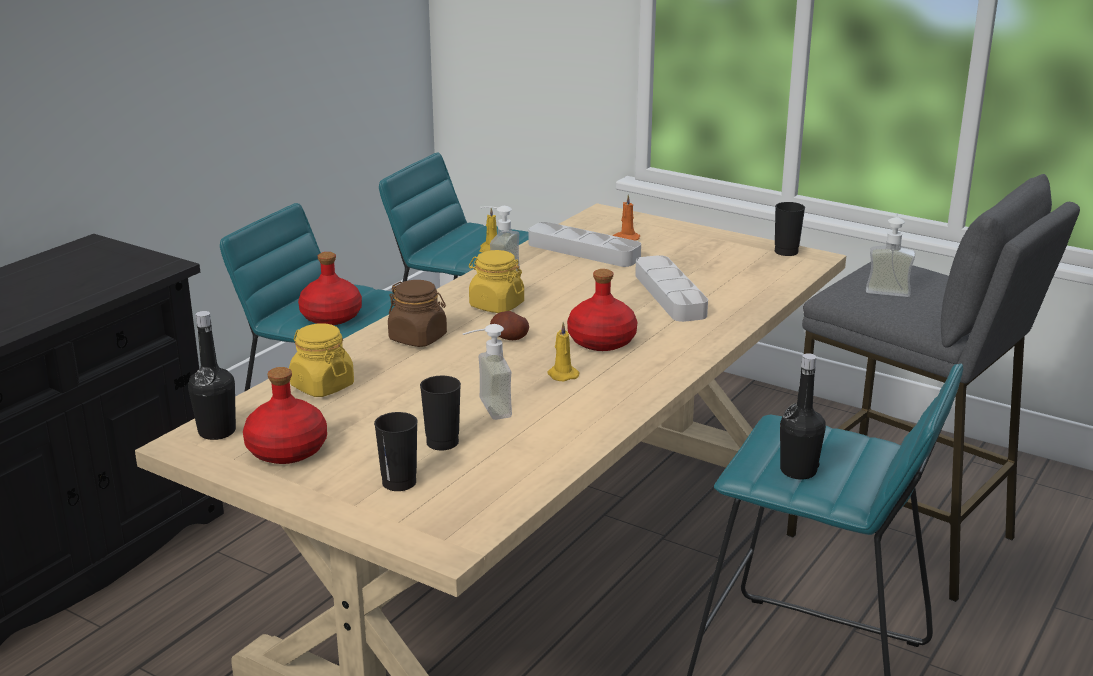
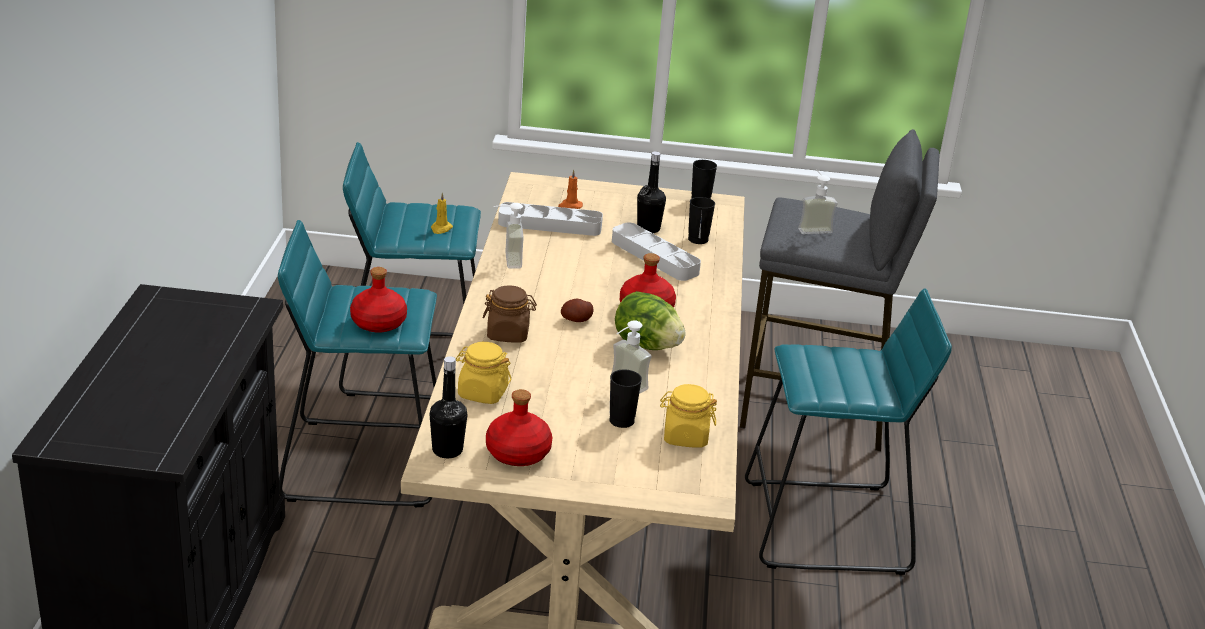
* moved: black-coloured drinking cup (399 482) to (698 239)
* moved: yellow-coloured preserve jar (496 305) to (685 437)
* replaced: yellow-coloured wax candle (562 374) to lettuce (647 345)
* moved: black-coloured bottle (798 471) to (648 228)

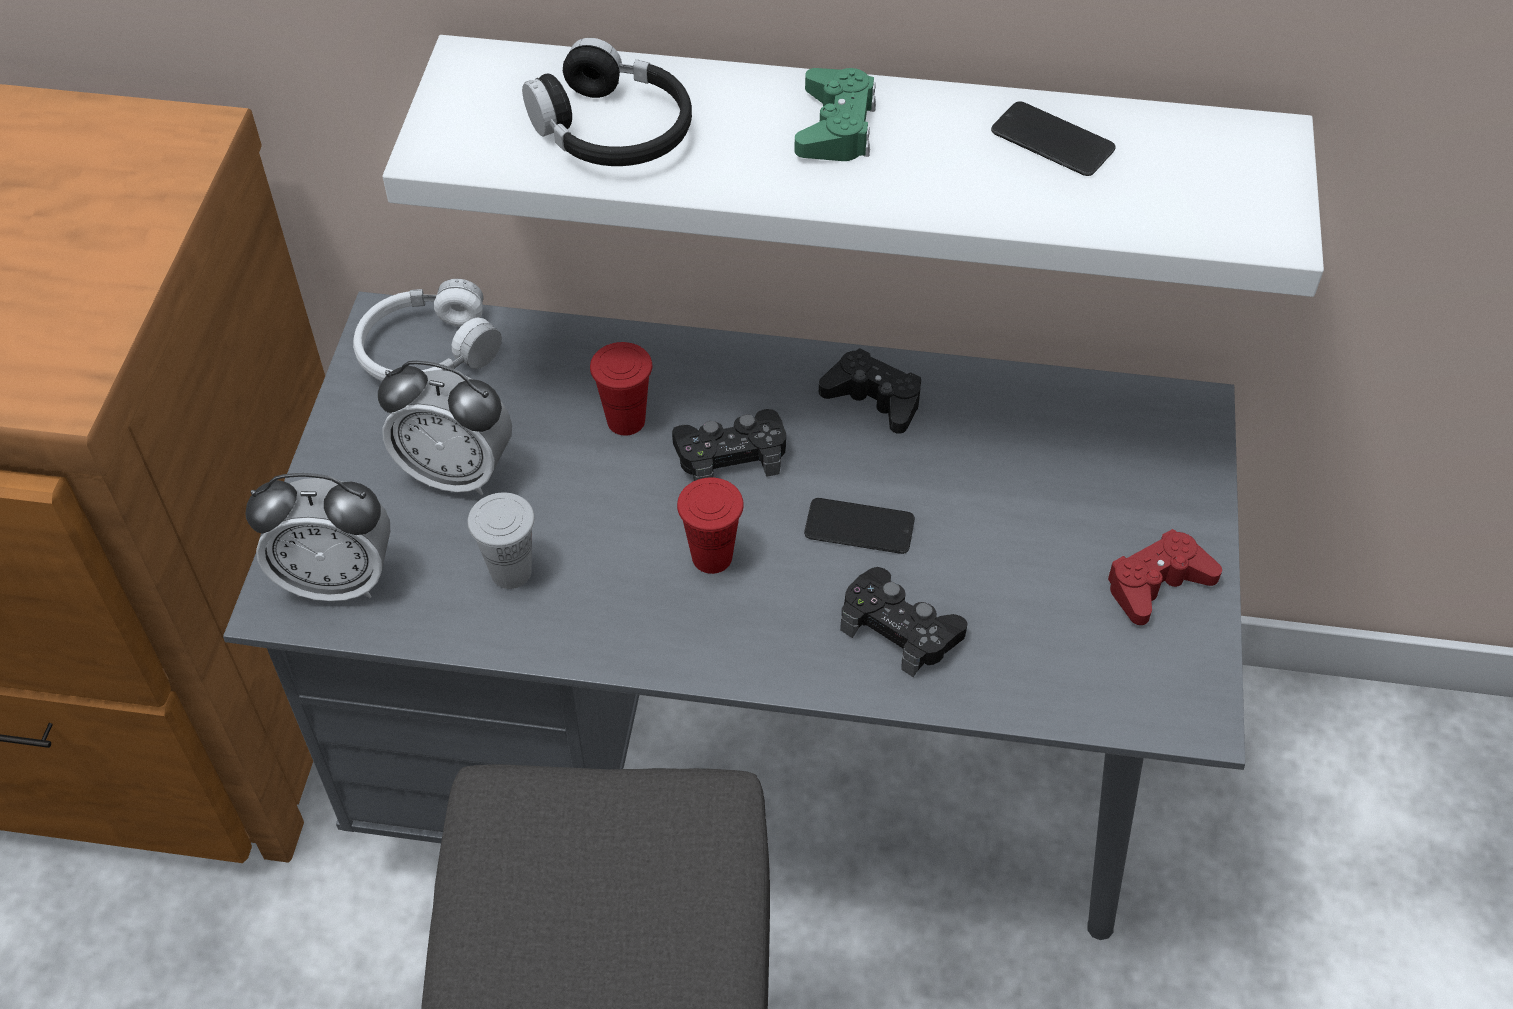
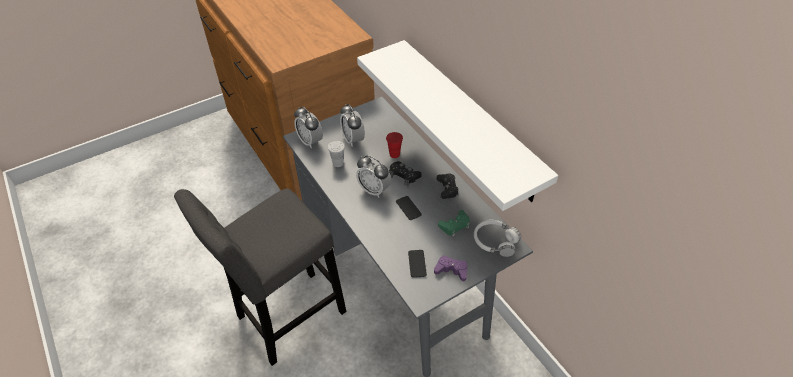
* moved: whitish headset (428 351) to (495 241)
* removed: black-coloured headset (612 130)
* replaced: reddish drinking cup (712 557) to table clock (374 190)
* moved: greenish game controller (836 127) to (455 225)
* removed: black-coloured game controller (900 628)
* moved: telephone (1052 141) to (417 264)
* recoloured: reddish game controller (1157 584) to purple-coloured game controller (451 270)

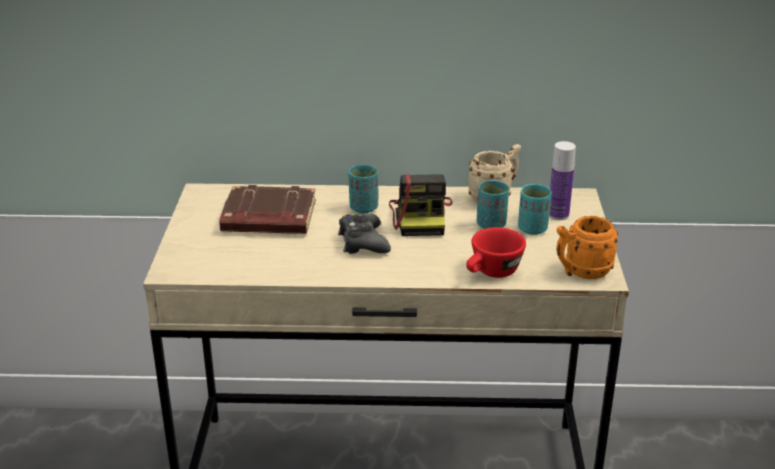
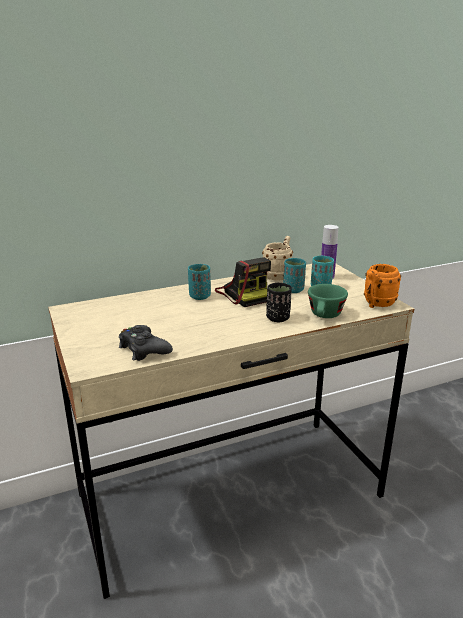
* removed: brownish bound book (267 219)
* moved: black-coloured game controller (363 242) to (143 349)
* recoloured: reddish drinking cup (492 273) to greenish drinking cup (325 316)
* added: black-coloured drinking cup (278 318)

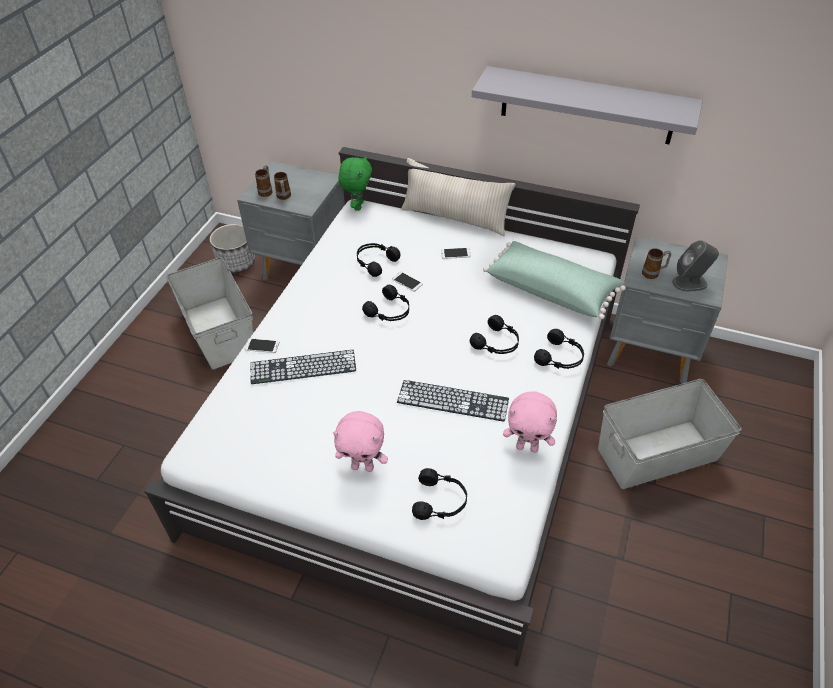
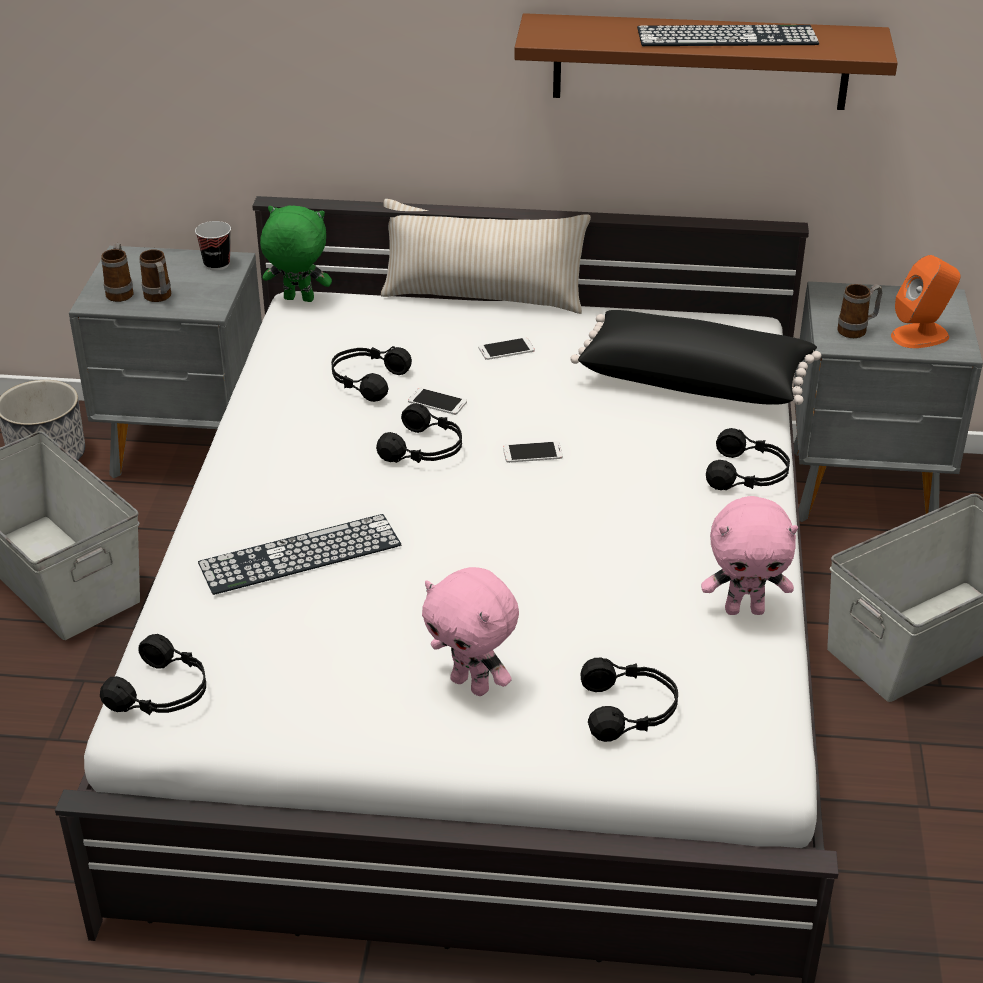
* moved: telephone (262 346) to (532 452)
* turned: pink soft toy (363 466) = (472 684) 45 degrees clockwise
* turned: greenish soft toy (357 206) = (298 300) 75 degrees counterclockwise
* moved: PC keyboard (453 400) to (727 36)
* moved: black-coloured headset (497 343) to (163 693)
* recoloured: gray shelf (587 105) to brownish shelf (700 62)
* recoloured: greenish throw pillow (552 289) to black-coloured throw pillow (694 380)
* recoloured: gray audio speaker (690 283) to orangey audio speaker (920 335)
* added: drinking cup (217 264)

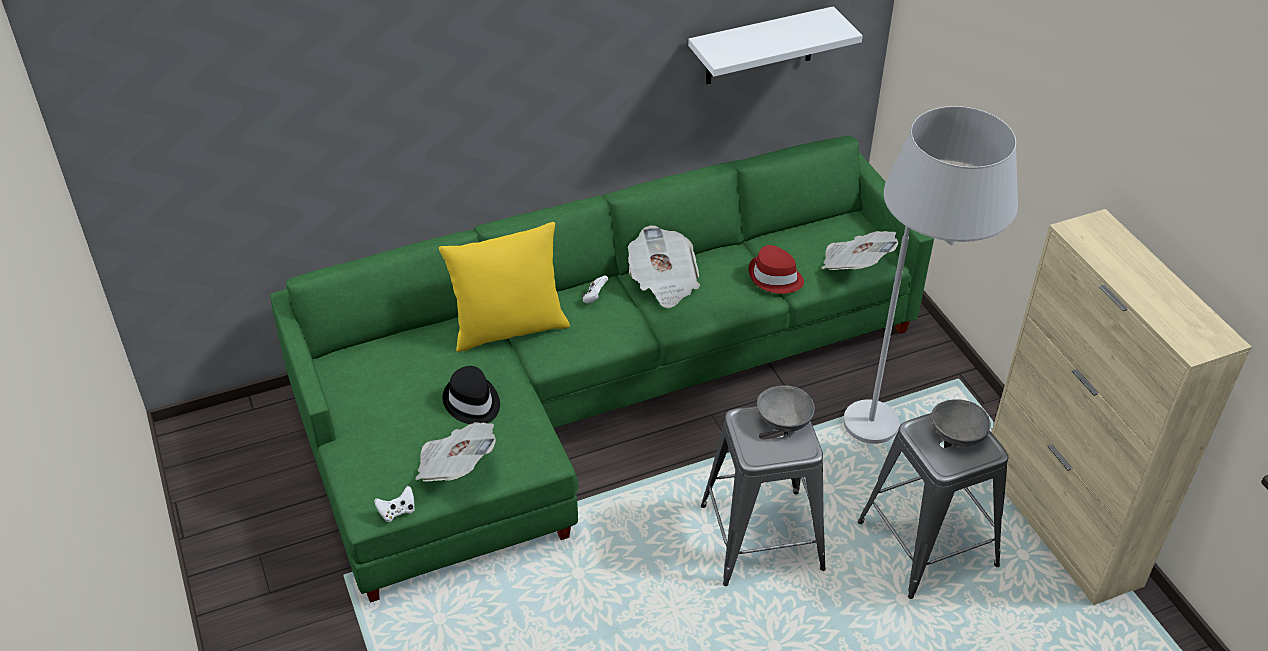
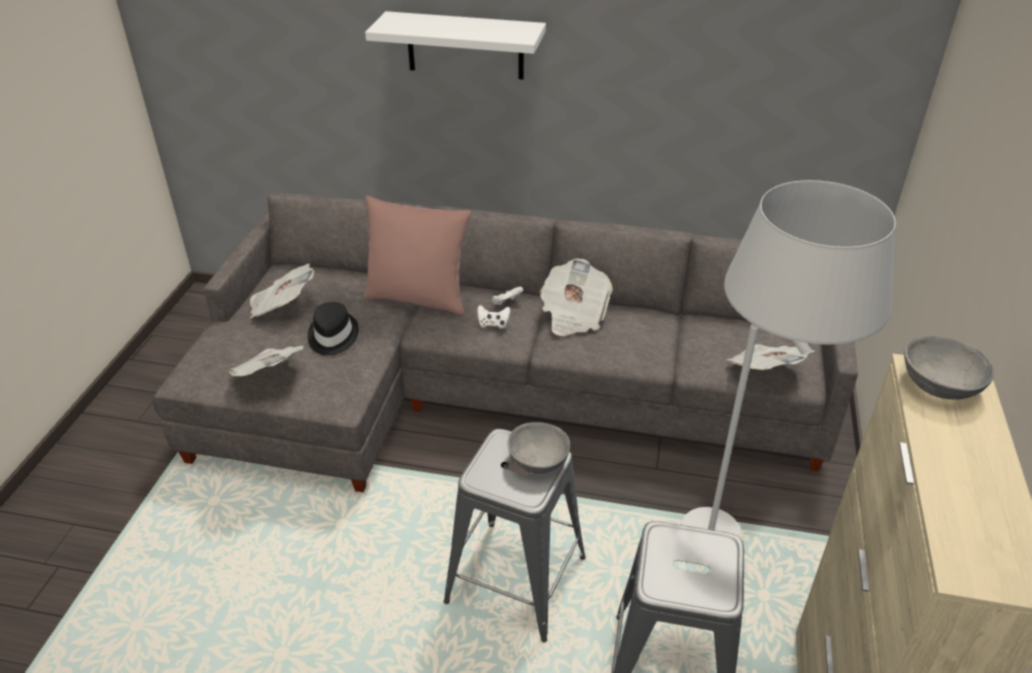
* recoloured: greenish settee (586 389) to gray settee (488 389)
* moved: whitish game controller (397 511) to (493 324)
* recoloured: yellow-coloured throw pillow (509 328) to pink throw pillow (418 298)
* moved: whitish shelf (760 46) to (465 46)
* removed: reddish wearable hat (775 278)
* moved: gray bowl (957 434) to (939 385)
* added: printed paper (282 306)

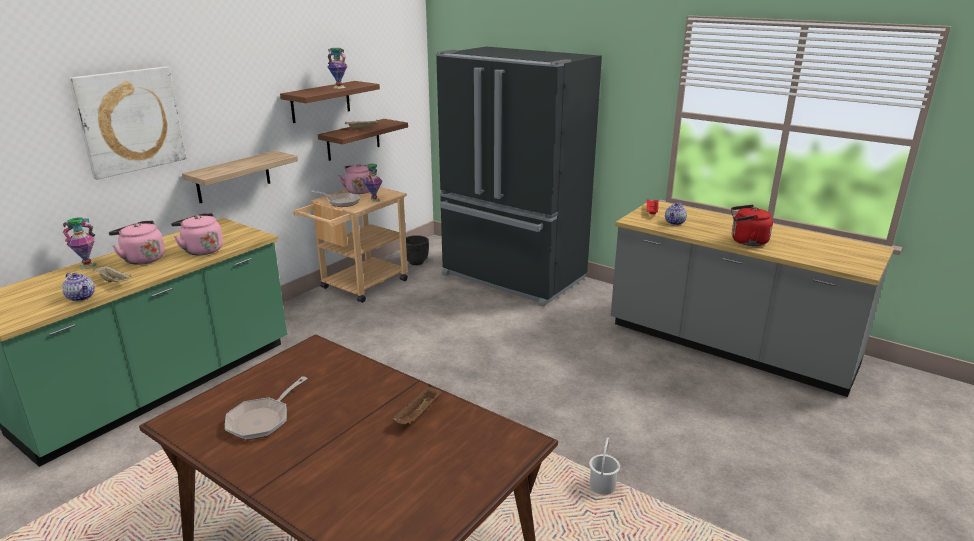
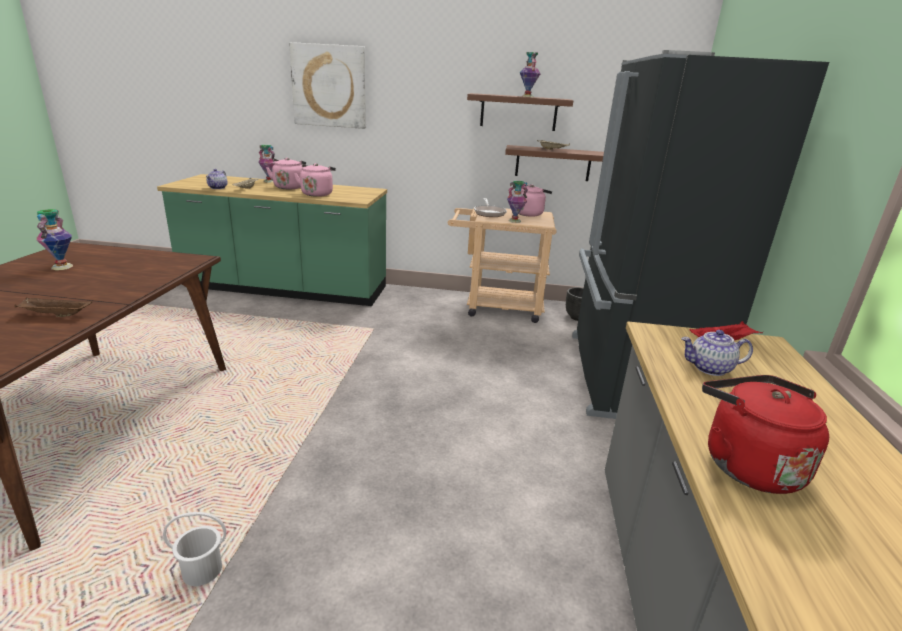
* removed: shelf (233 177)
* replaced: pan (262 420) to decorative vase (62 267)

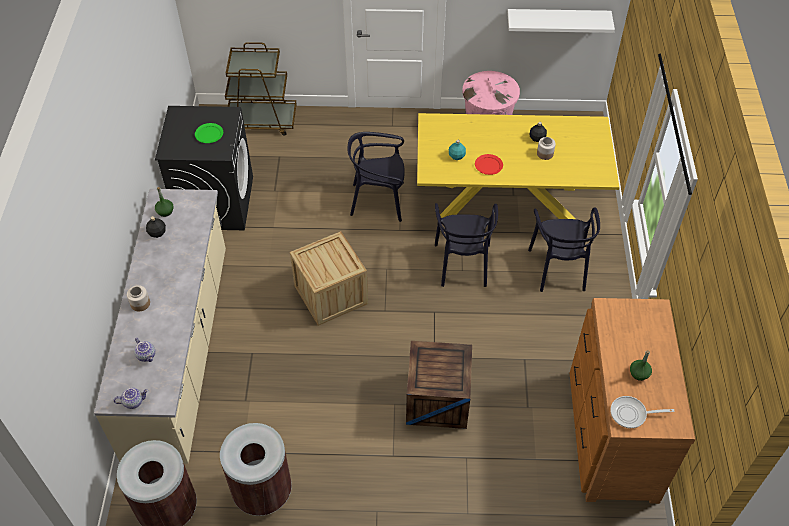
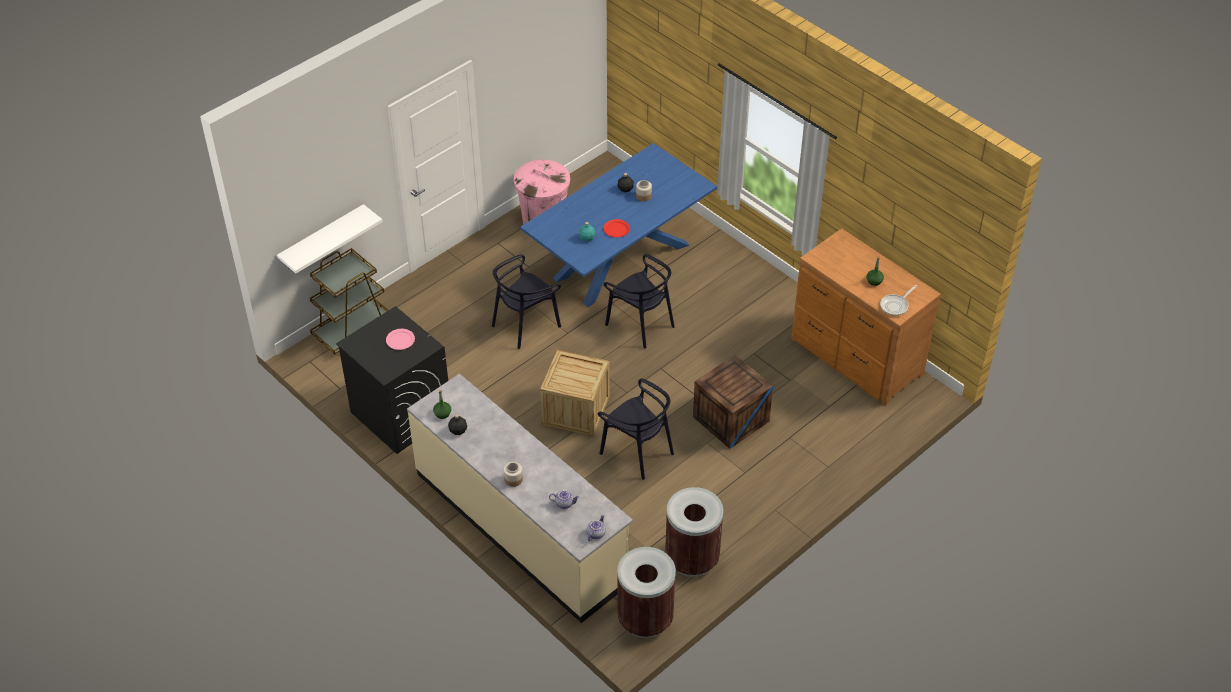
* recoloured: greenish plate (209 134) to pink plate (400 340)
* recoloured: yellow-coloured kitchen table (507 203) to blue kitchen table (620 261)
* moved: whitish shelf (557 19) to (322 238)
* moved: black-coloured upright chair (558 269) to (637 451)

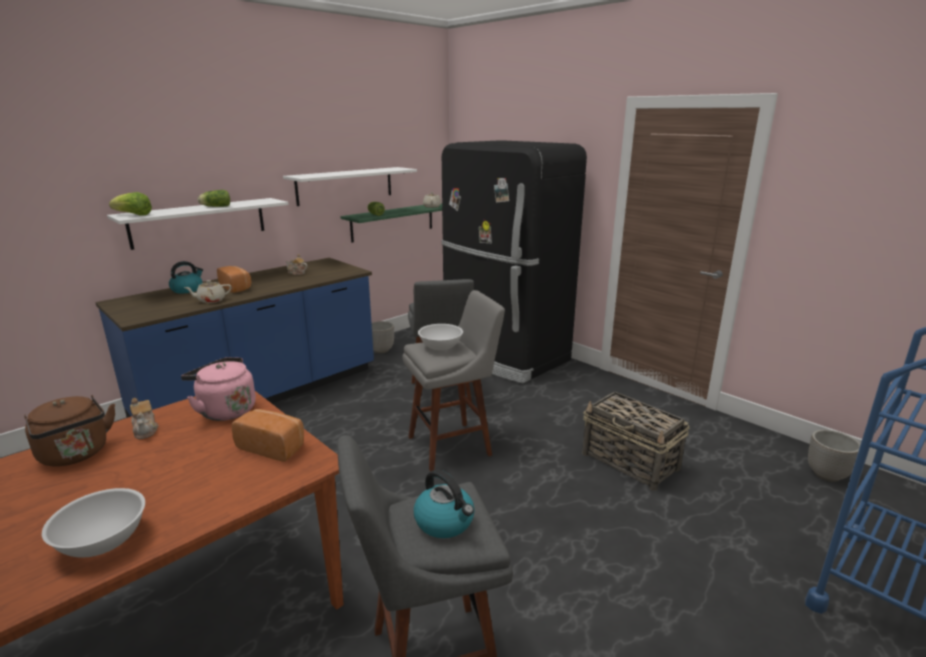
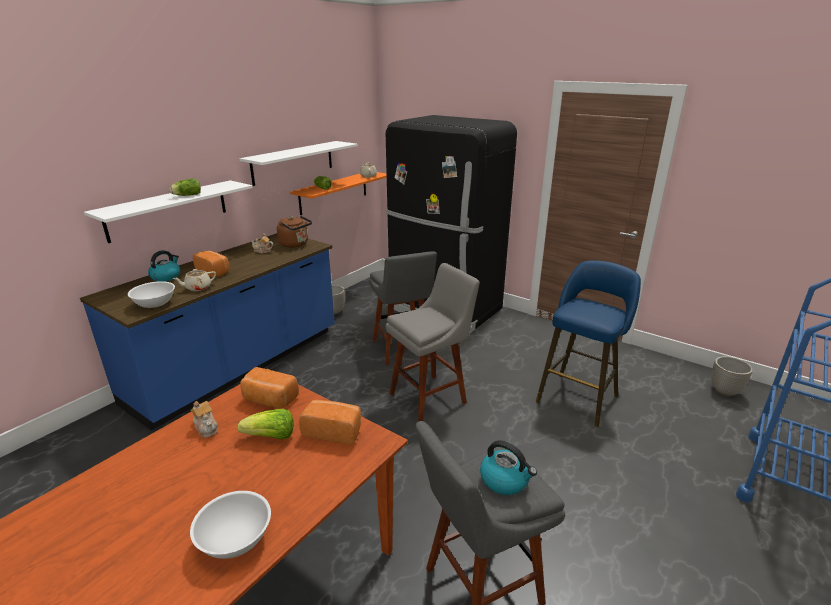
* moved: brownish kettle (76 455) to (295 244)
* moved: lettuce (133 215) to (271 436)
* replaced: pink kettle (225 410) to bread (269 400)
* recoloured: greenish shelf (393 222) to orangey shelf (334 192)
* moved: whitish bowl (441 346) to (155 304)
* replaced: household basket (630 462) to blue stool (579 396)

